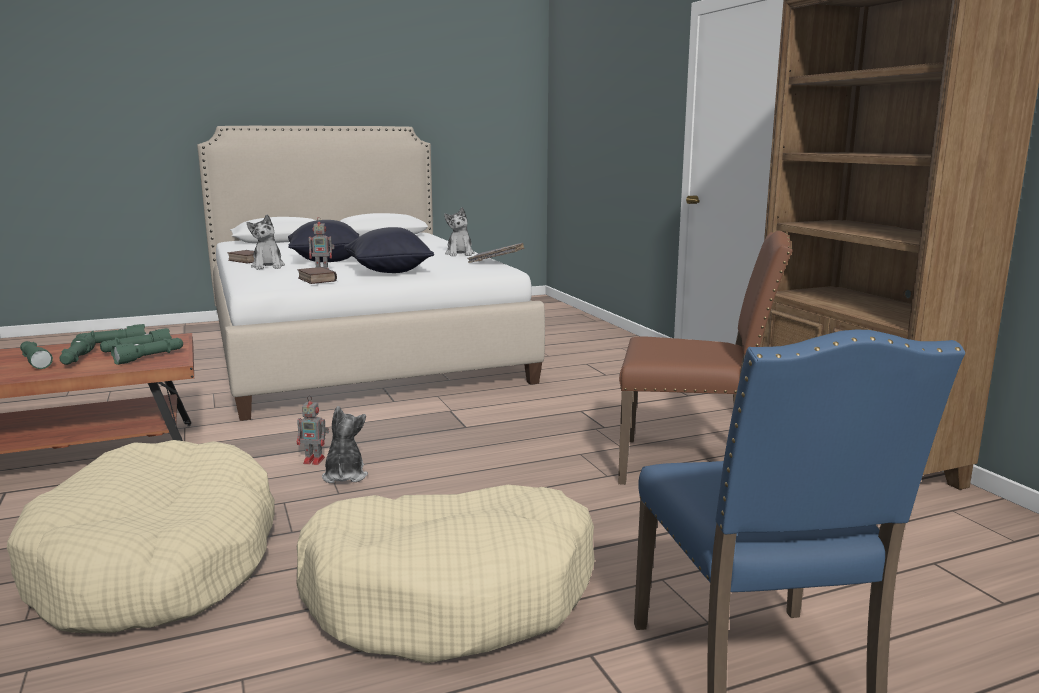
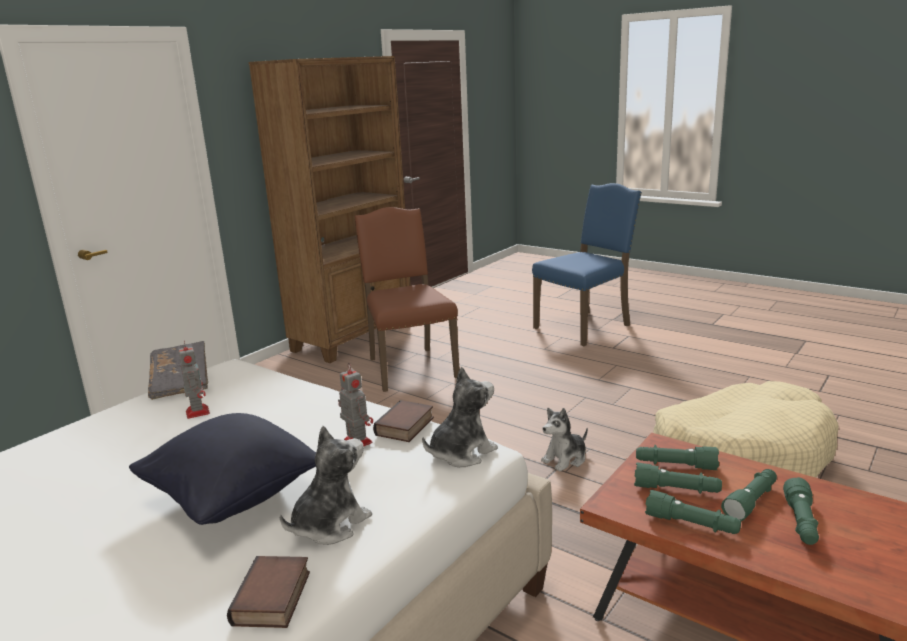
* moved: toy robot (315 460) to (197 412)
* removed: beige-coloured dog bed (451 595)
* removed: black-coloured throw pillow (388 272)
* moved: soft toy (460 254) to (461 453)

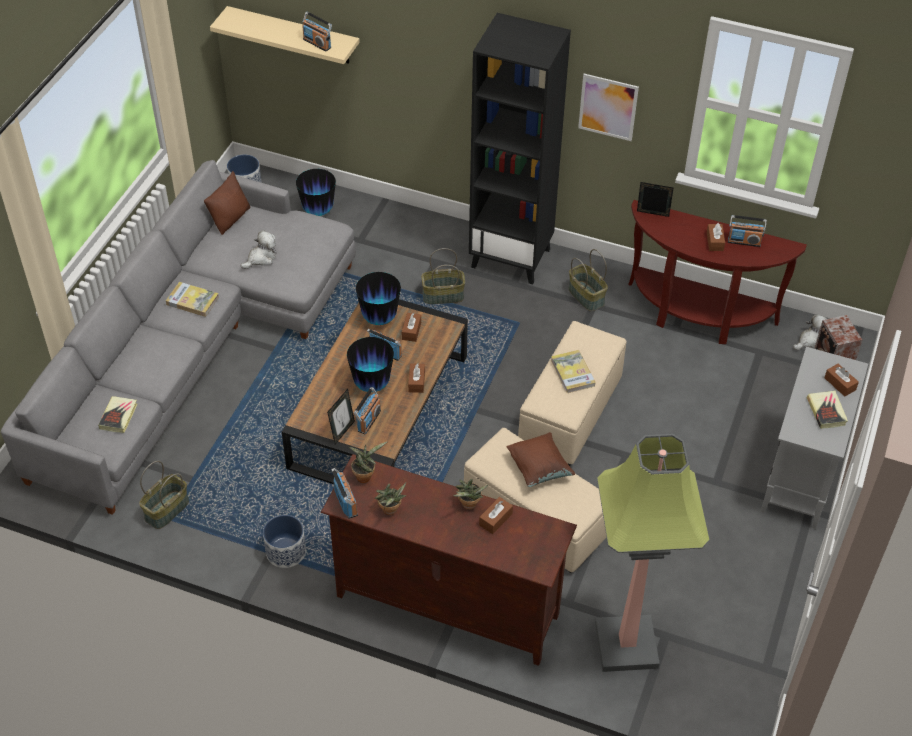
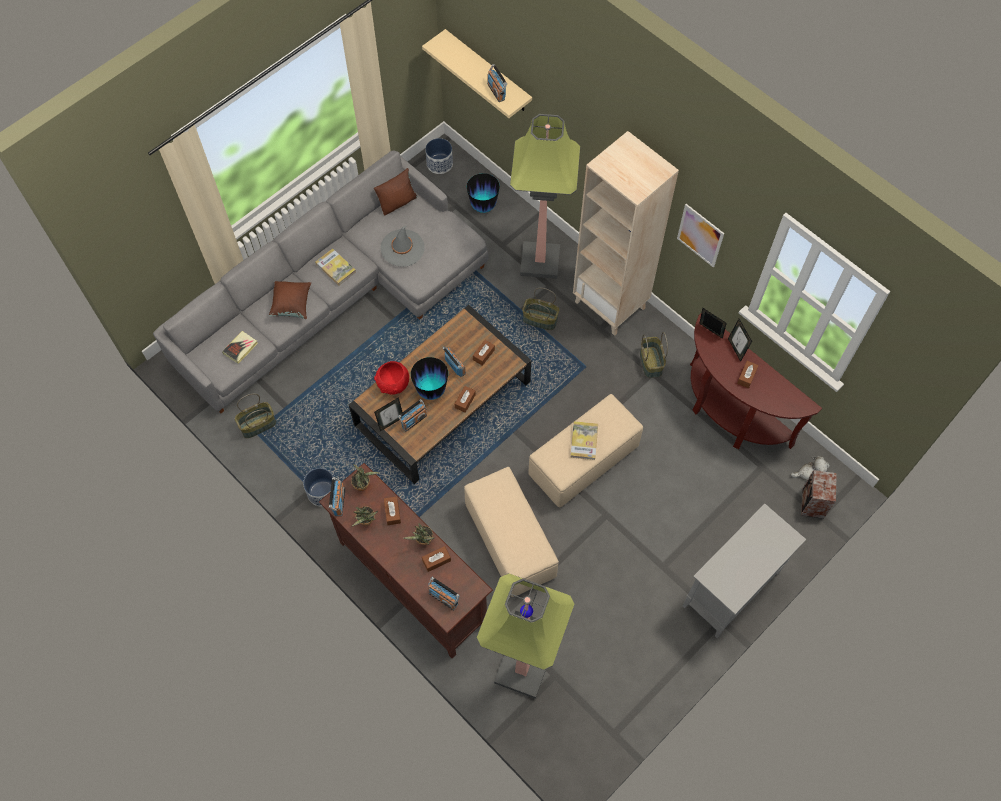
* replaced: soft toy (261 258) to gray wearable hat (402 248)
* removed: decorative vase (379 318)
* recoloured: black-coloured bookcase (511 258) to beige-coloured bookcase (610 305)
* moved: brownish throw pillow (539 469) to (292 305)
* moved: radio set (744 241) to (443 598)
* removed: bound book (826 411)
* moved: brownish tissue holder (840 384) to (392 512)
* added: reddish bowl (393 385)
* added: floor lamp (540 261)
* added: photo frame (736 349)

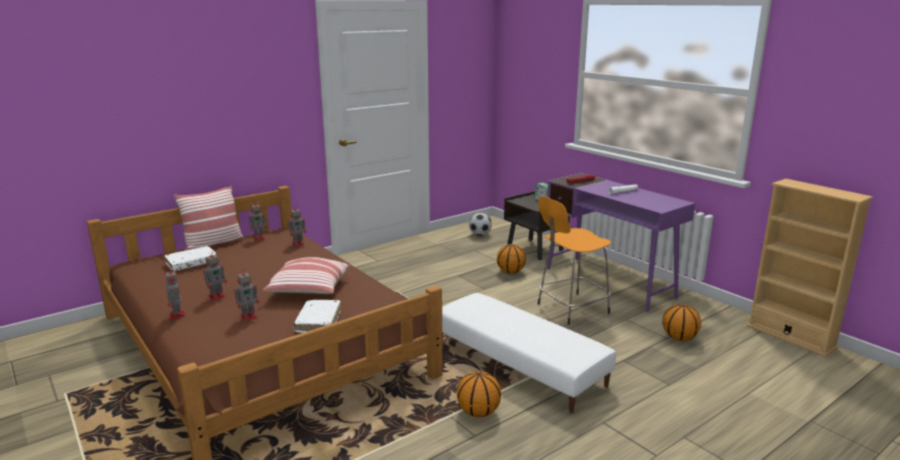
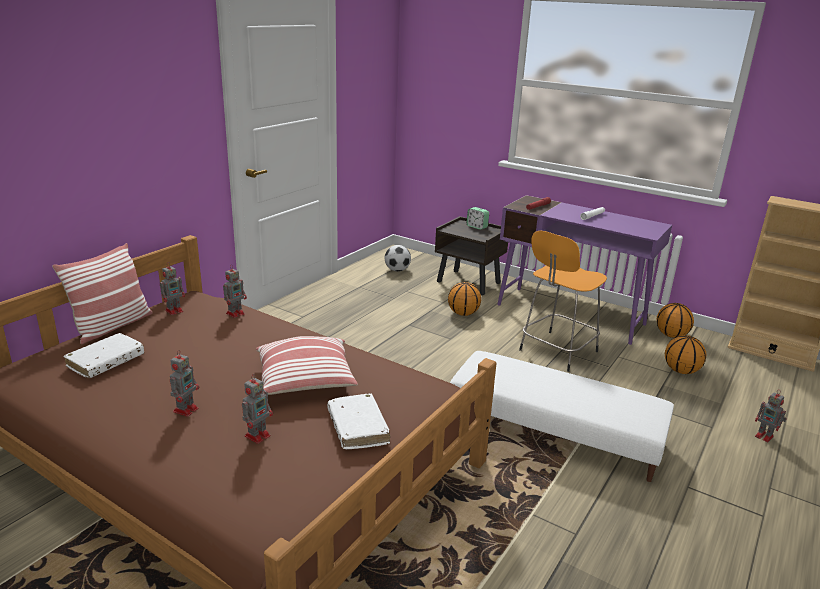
* moved: toy robot (177 315) to (765 437)
* moved: basketball ball (478 412) to (671 335)

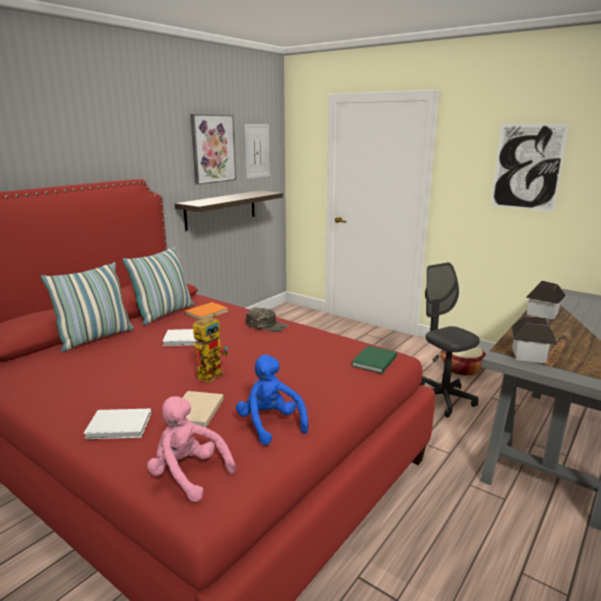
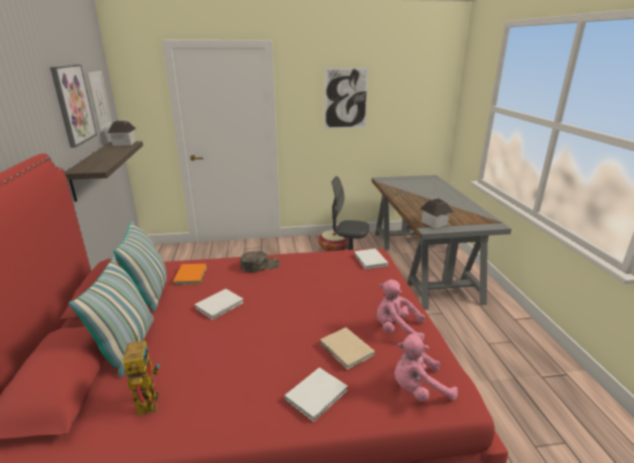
* moved: toy robot (212 373) to (146 399)
* recoloured: blue soft toy (270 424) to pink soft toy (396 329)
* recoloured: greenish bound book (373 361) to whitish bound book (370 260)
* moved: model house (542 313) to (124 143)

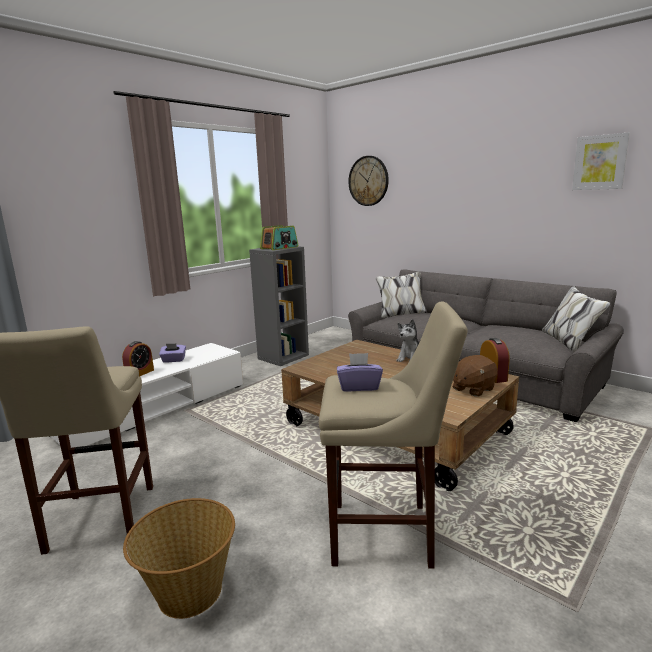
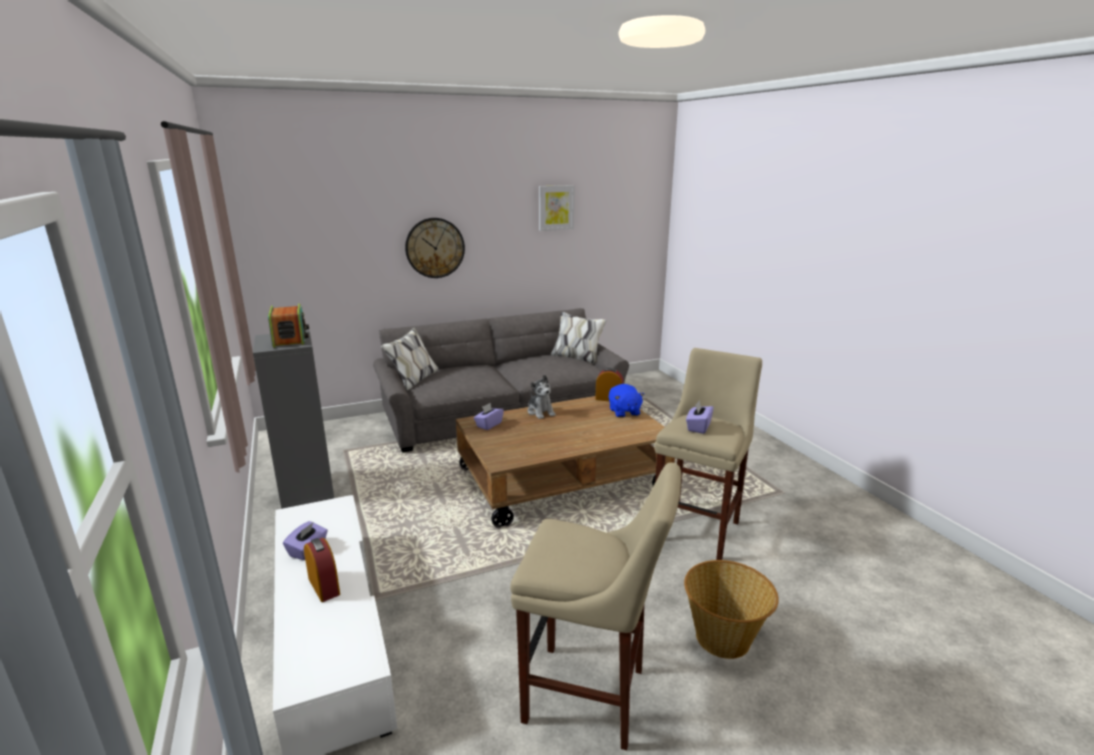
* moved: hanging clock (368 181) to (435 248)
* recoloured: brownish soft toy (472 389) to blue soft toy (624 412)
* added: purple-coloured tissue holder (489 425)

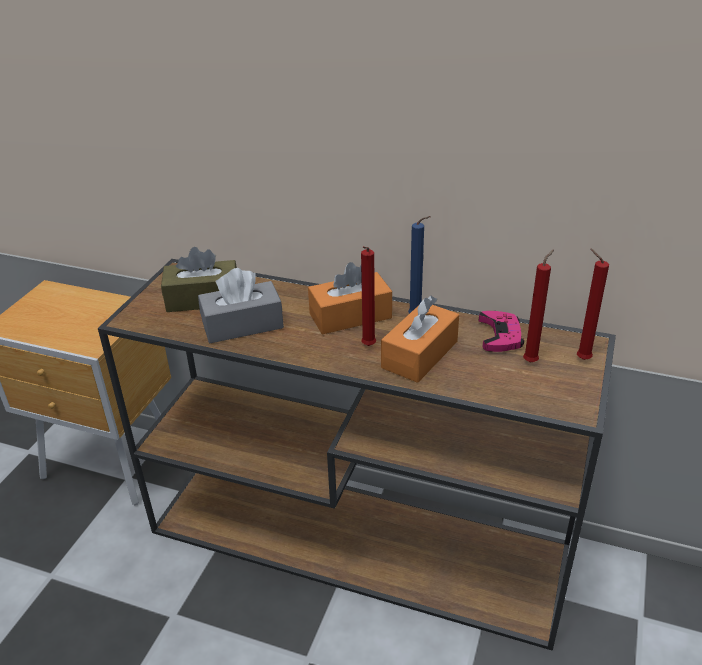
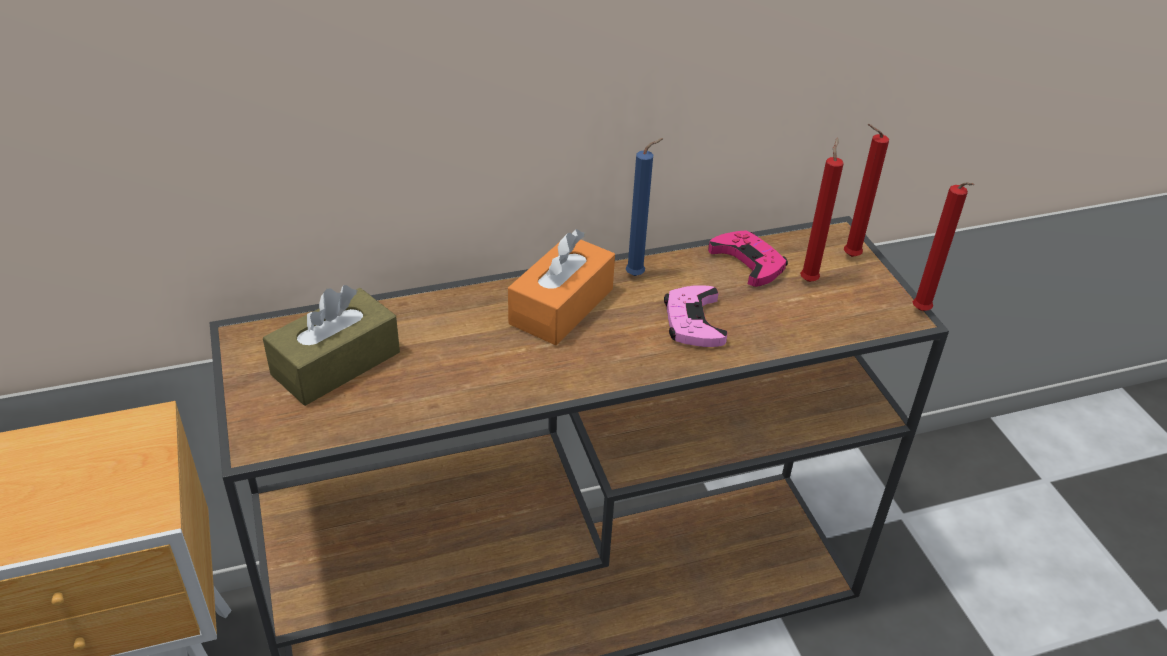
* removed: gray tissue holder (242 325)
* moved: reddish wax candle (367 347) to (922 313)
* replaced: orangey tissue holder (419 354) to pink game controller (693 322)

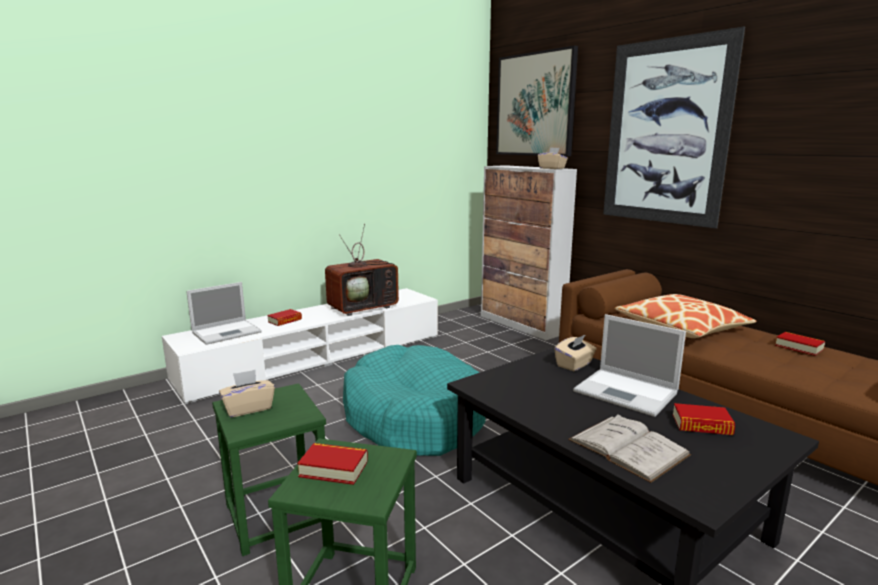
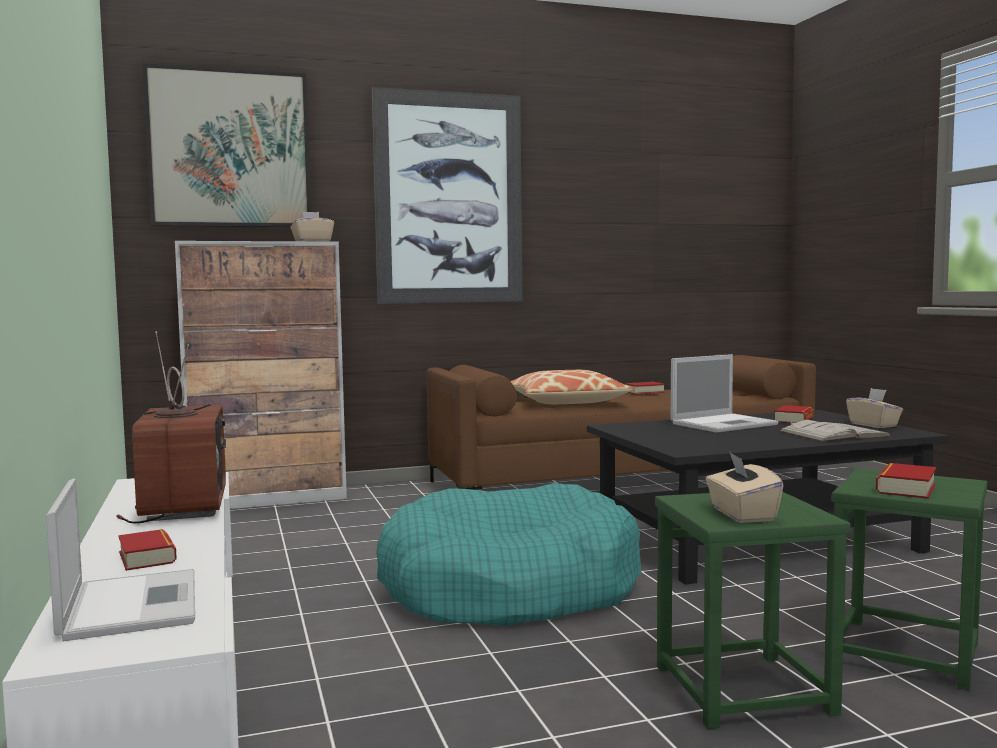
* moved: beige-coloured tissue holder (574 364) to (873 425)

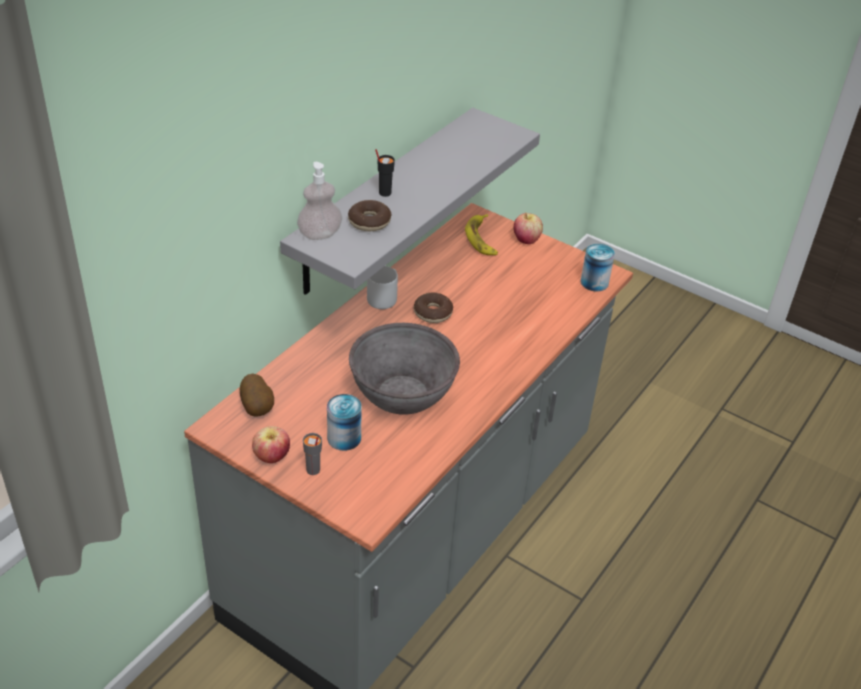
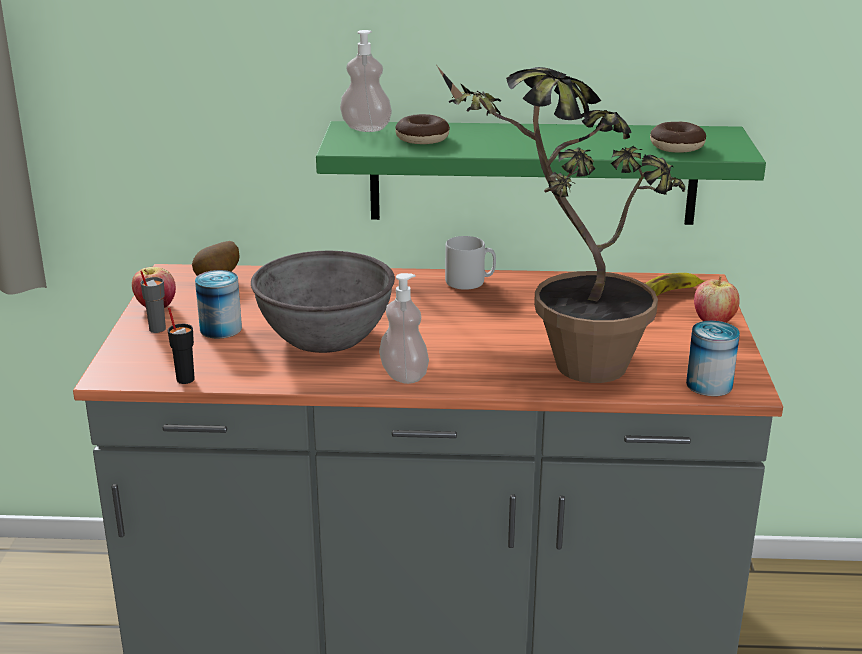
* recoloured: gray shelf (384 201) to greenish shelf (533 173)
* moved: black-coloured drinking cup (384 193) to (185 379)
* moved: ring doughnut (433 313) to (677 146)
* added: liquid soap bottle (404 375)
* added: houseplant (563 362)

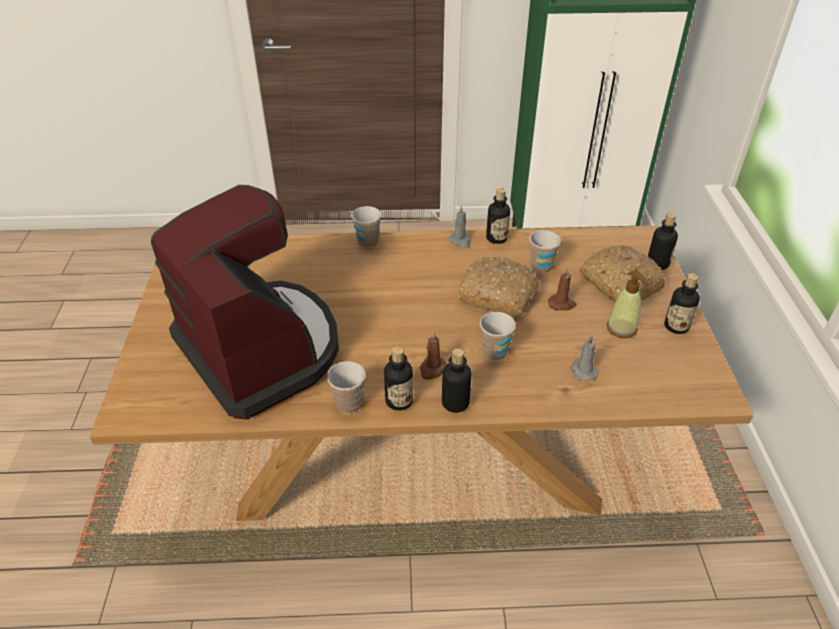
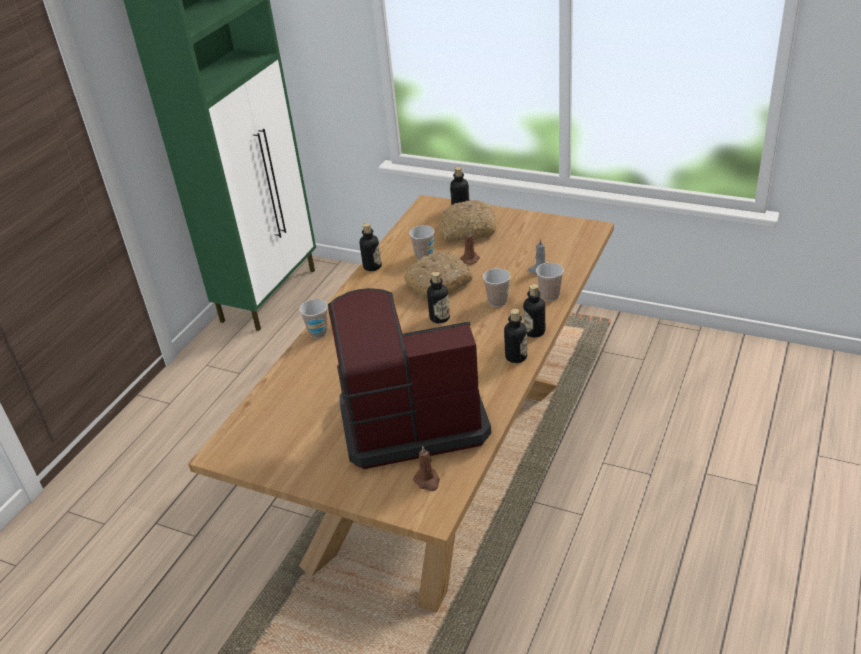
* moved: drinking cup (349 404) to (549 296)
* moved: brownish wax candle (432 369) to (427 481)
* removed: gray wax candle (460 241)
* removed: liquid soap bottle (621 328)
* moved: bottle (676 326) to (439 318)

